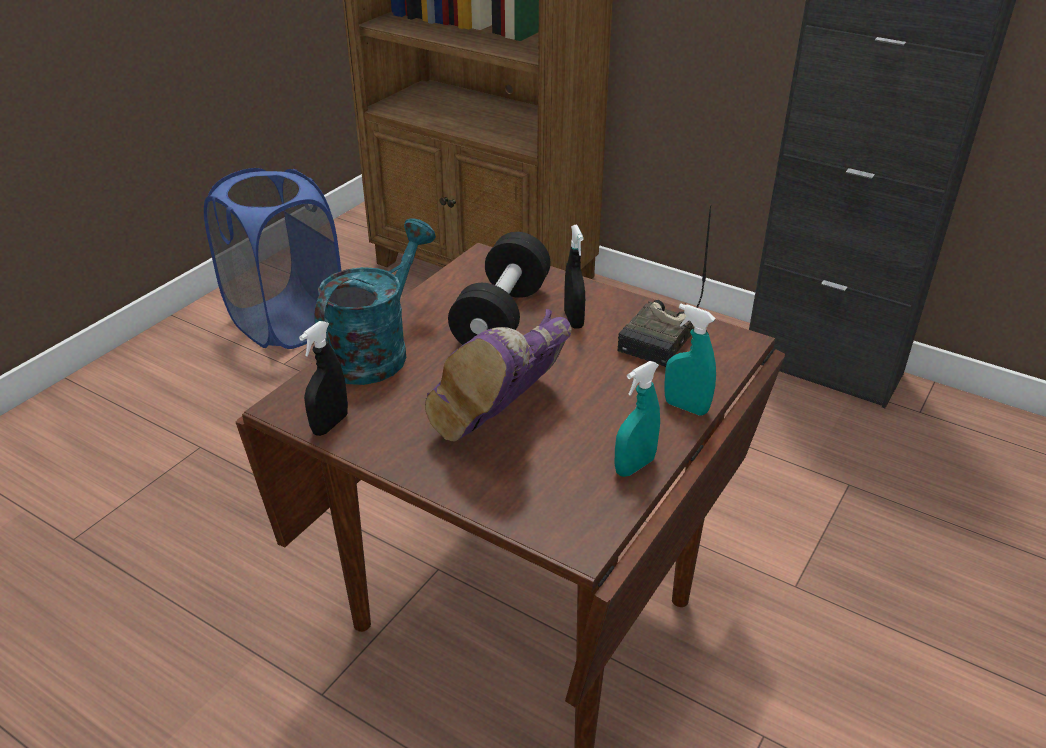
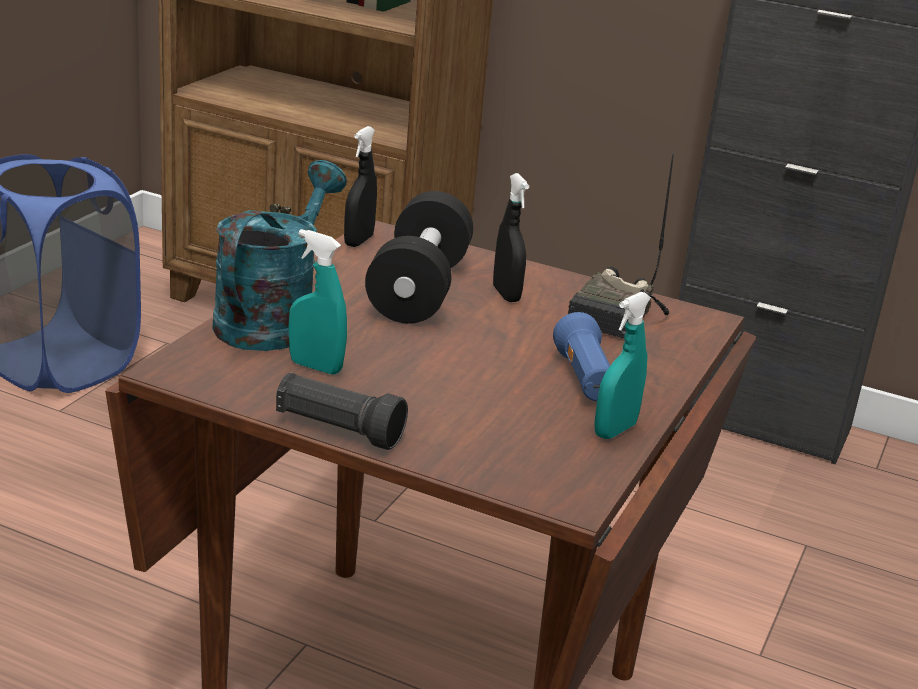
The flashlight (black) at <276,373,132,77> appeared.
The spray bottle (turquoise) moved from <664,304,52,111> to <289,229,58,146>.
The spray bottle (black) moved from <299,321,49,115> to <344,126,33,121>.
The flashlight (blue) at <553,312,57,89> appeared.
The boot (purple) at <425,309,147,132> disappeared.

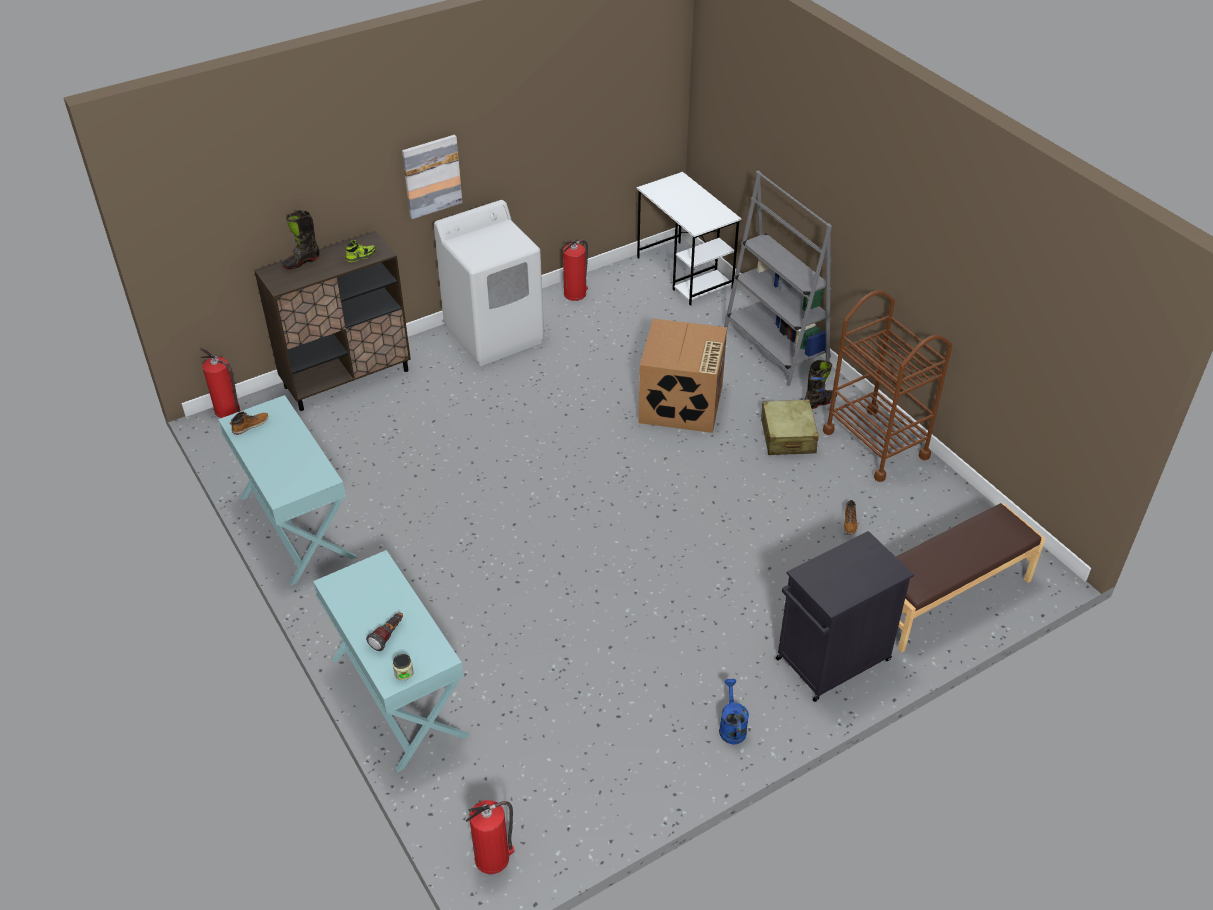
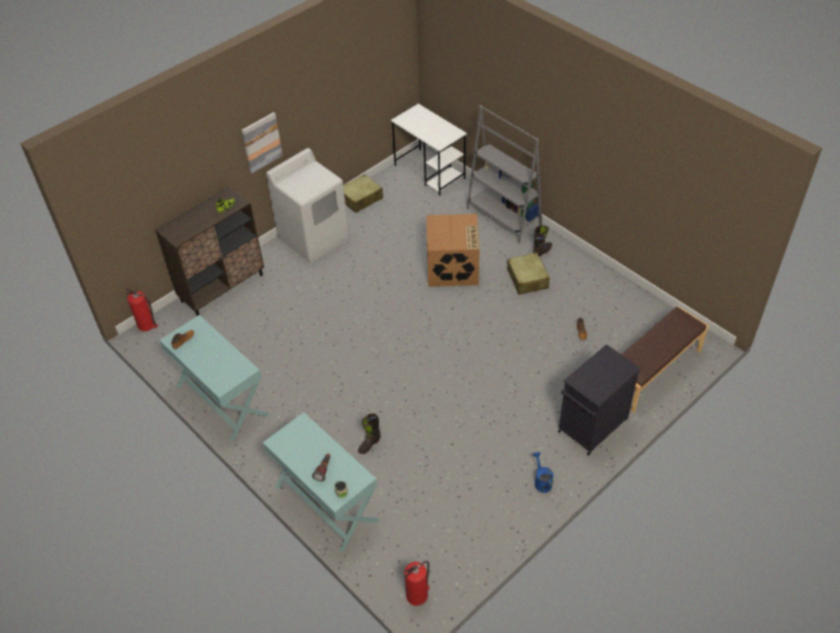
The fire extinguisher at <563,240,25,61> was replaced by the suitcase (beige) at <343,174,40,39>.
The boot (black) moved from <282,210,38,59> to <358,413,22,41>.
The cart (brown) at <823,290,130,192> disappeared.

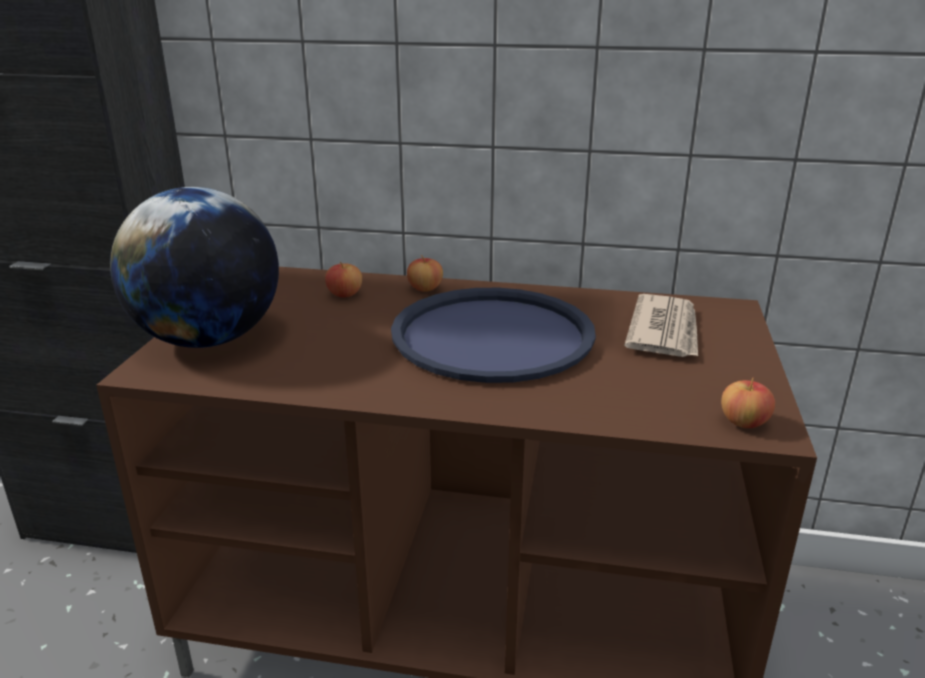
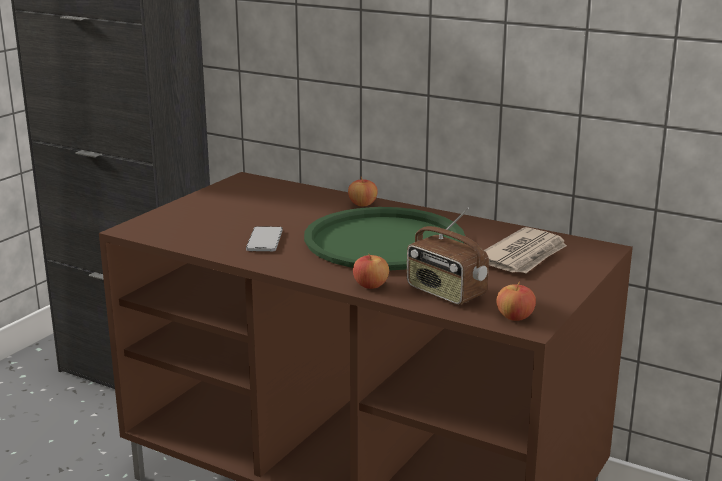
The phone at <246,226,37,25> appeared.
The tray (blue) at <391,288,205,95> became the tray (green) at <304,207,161,64>.
The apple moved from <325,262,37,35> to <353,253,36,36>.
The radio at <407,208,82,97> appeared.
The globe at <110,187,169,161> disappeared.

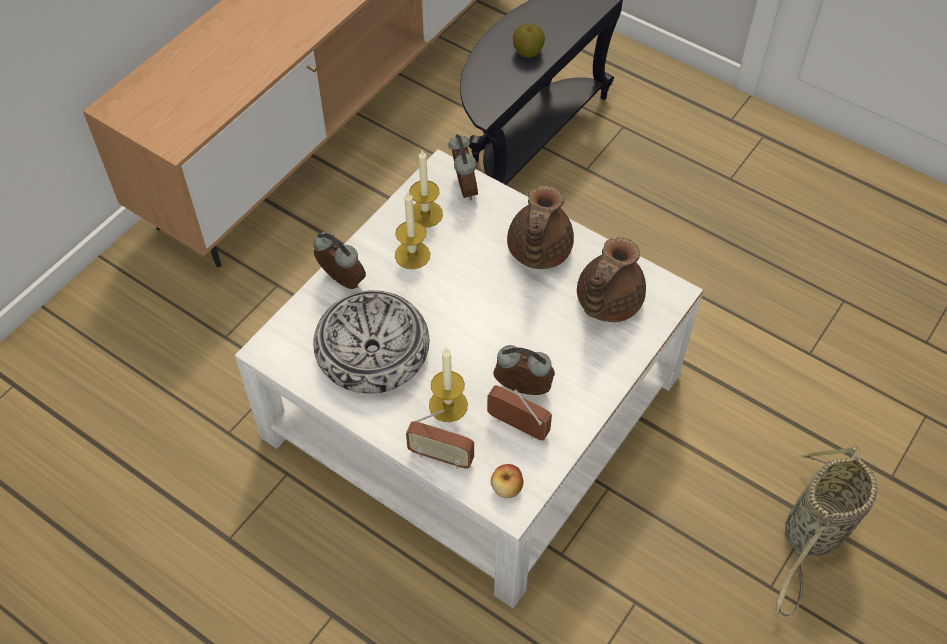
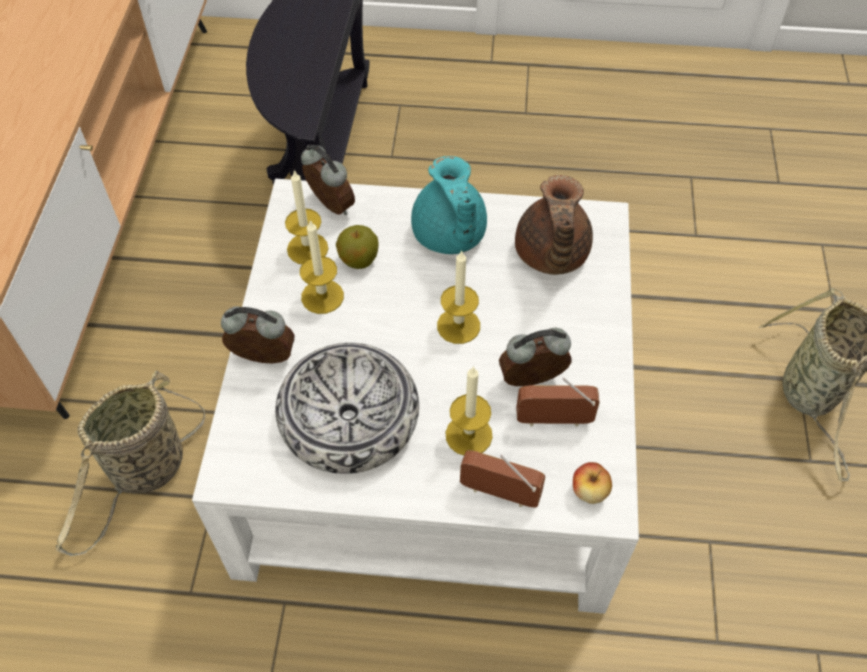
The basket at <56,371,149,185> appeared.
The apple moved from <513,23,32,35> to <336,225,43,44>.
The teapot (brown) at <507,185,67,84> became the teapot (turquoise) at <411,156,76,98>.
The candle at <437,250,43,94> appeared.
The radio at <406,410,68,59> turned 150 degrees counterclockwise.

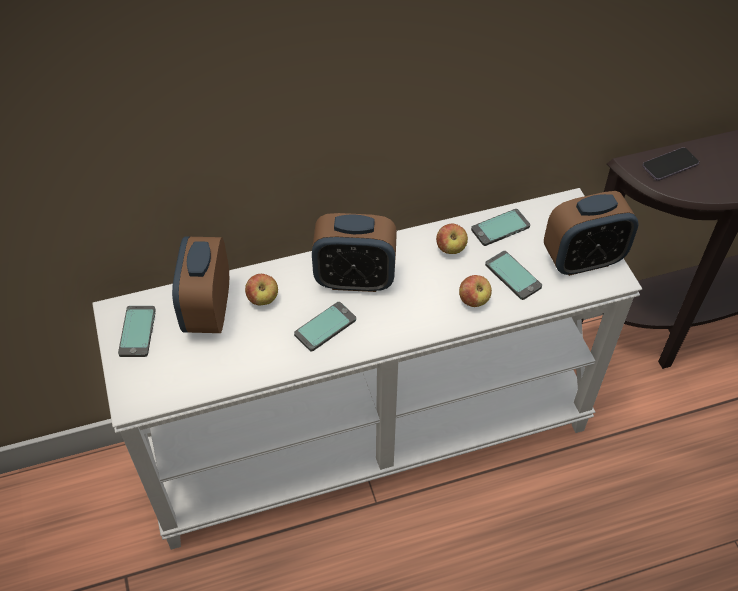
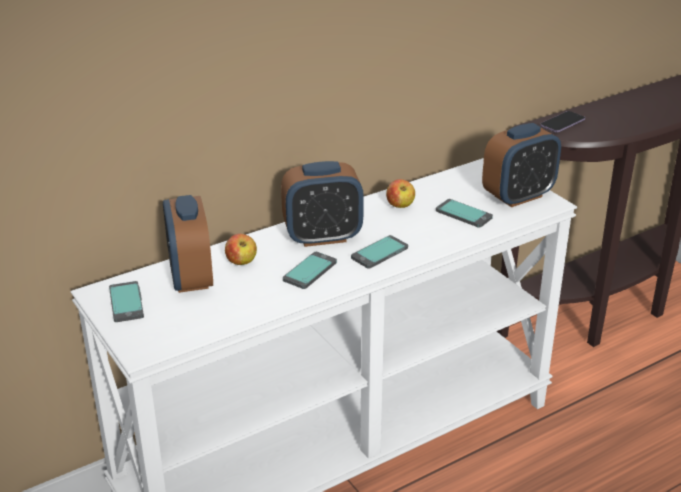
The phone moved from <471,209,59,37> to <351,235,57,34>.
The apple at <459,275,33,32> disappeared.

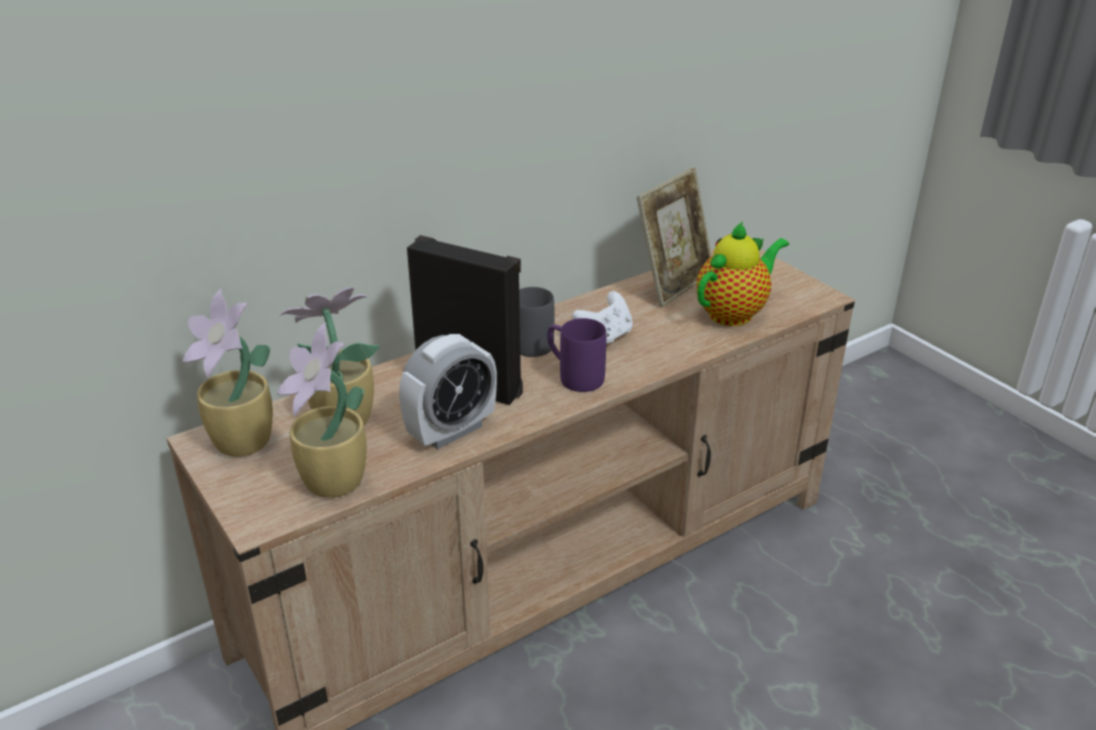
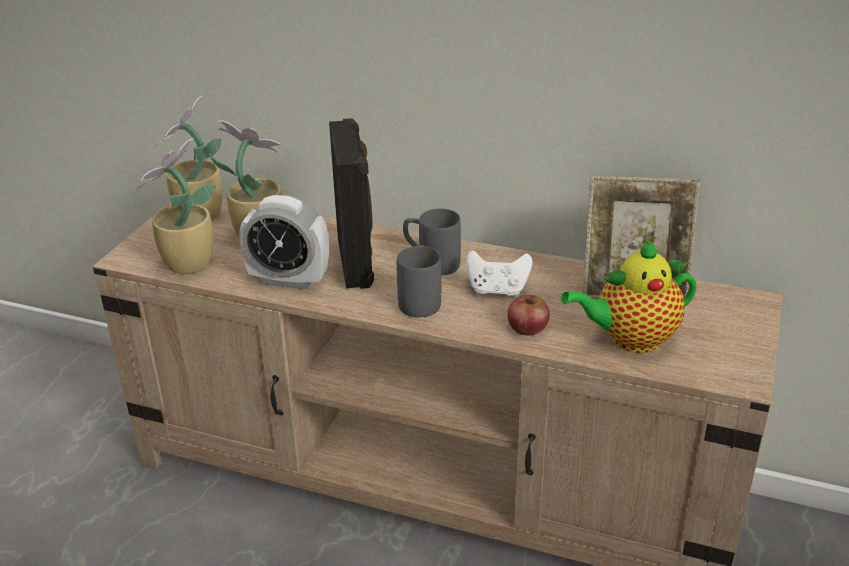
The mug (purple) at <547,318,59,74> became the mug (grey) at <397,245,44,73>.
The apple at <507,295,43,40> appeared.
The teapot at <697,221,92,105> turned 150 degrees clockwise.

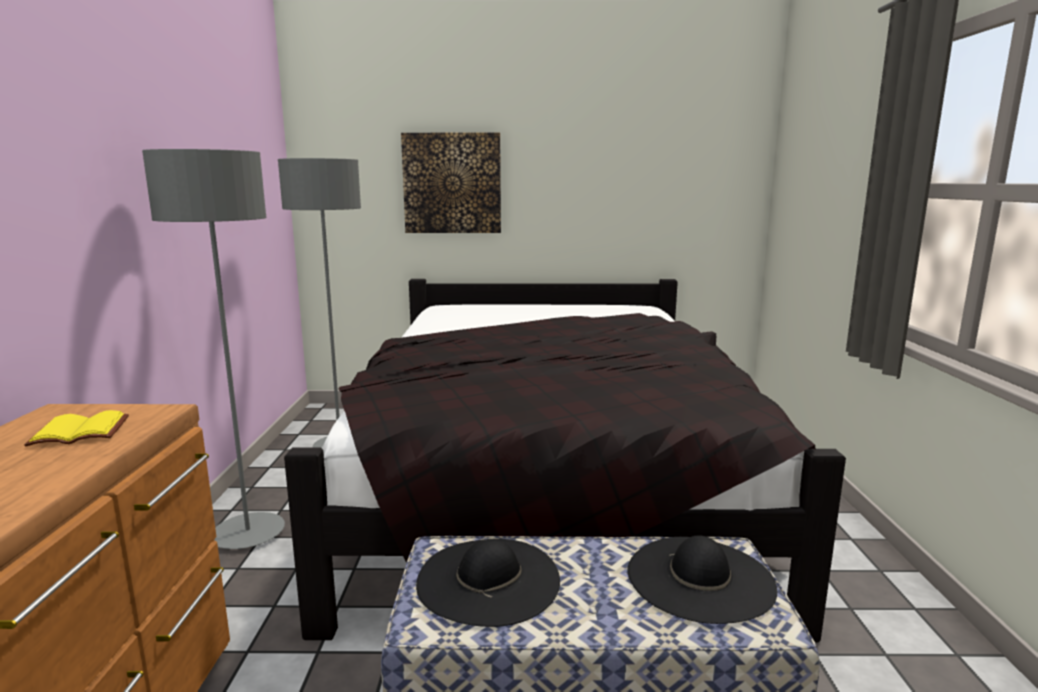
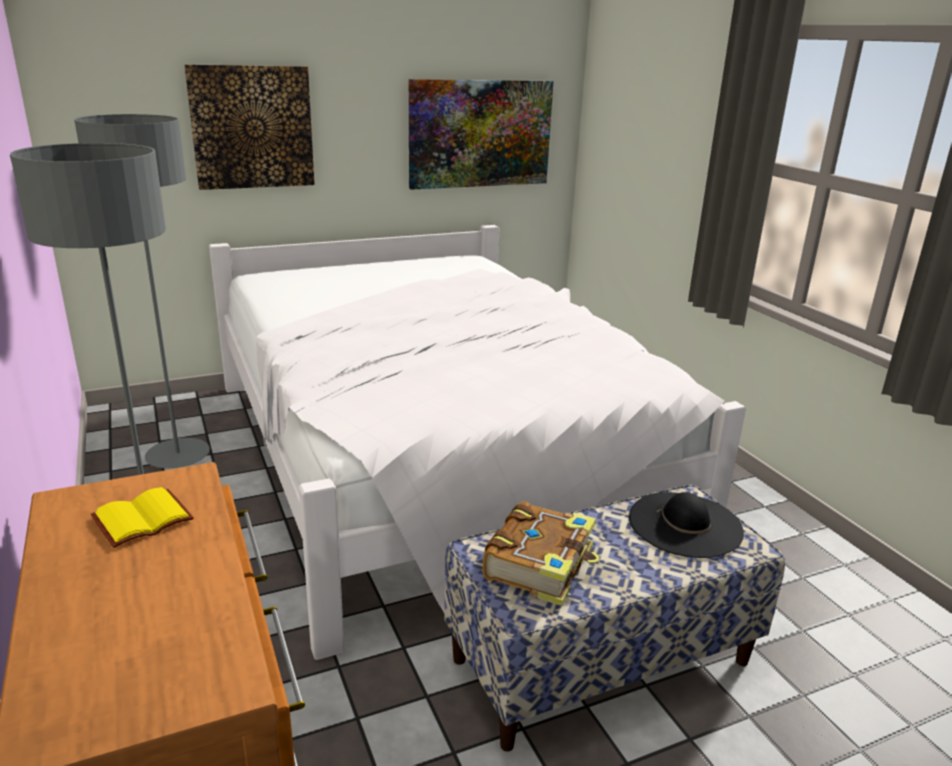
The bed (black) at <284,279,562,363> became the bed (white) at <209,225,537,435>.
The picture at <409,79,145,111> appeared.
The hat (black) at <416,539,144,88> was replaced by the book at <482,501,117,105>.

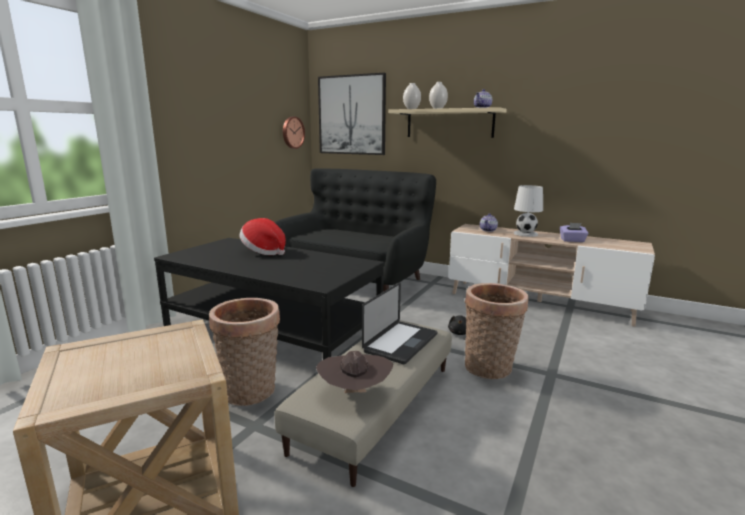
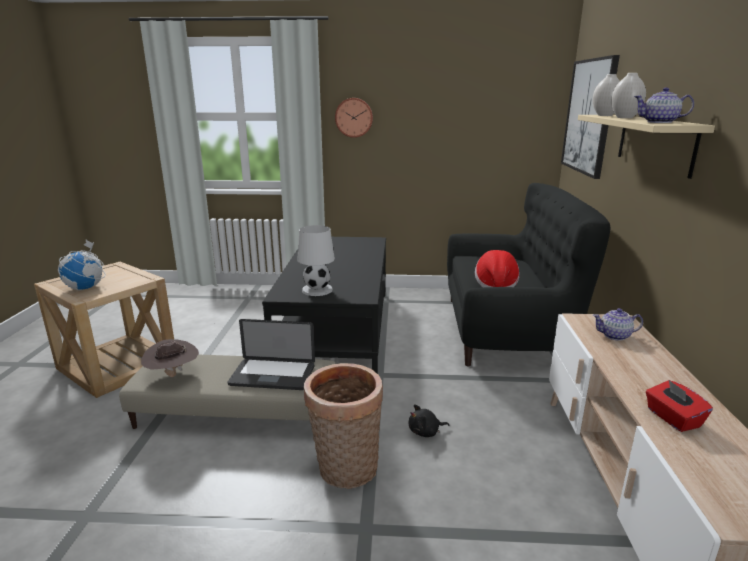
The globe at <58,239,48,51> appeared.
The table lamp (white) moved from <514,185,29,52> to <297,225,38,71>.
The wall clock moved from <283,117,22,32> to <335,98,38,40>.
The hat moved from <240,218,46,37> to <475,250,45,37>.
The tissue box (purple) at <560,223,29,19> became the tissue box (red) at <646,380,67,52>.
The basket at <209,298,71,108> disappeared.

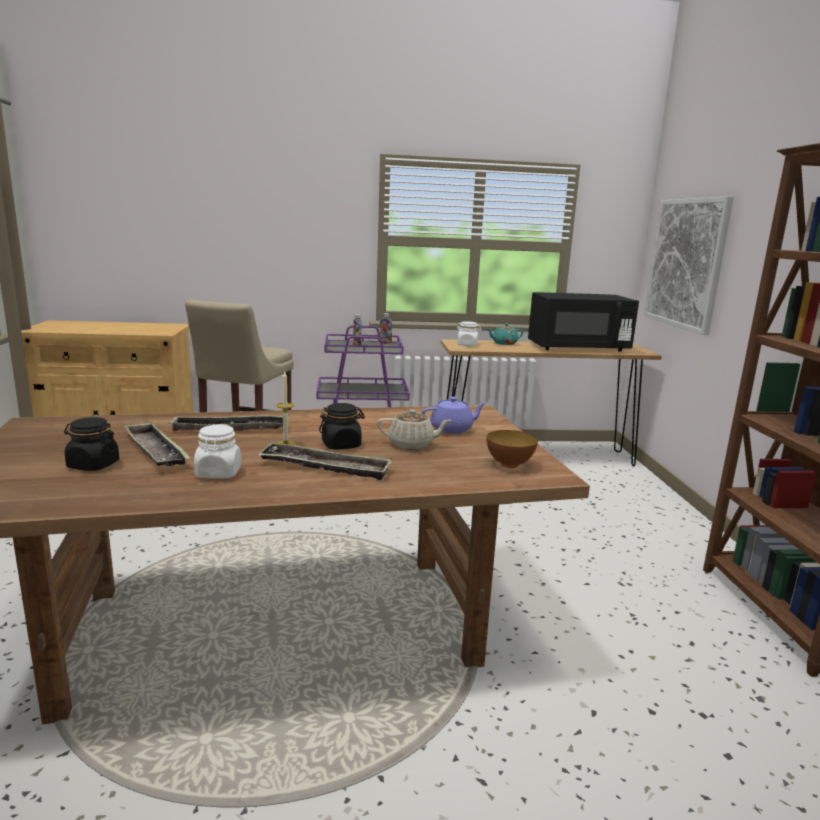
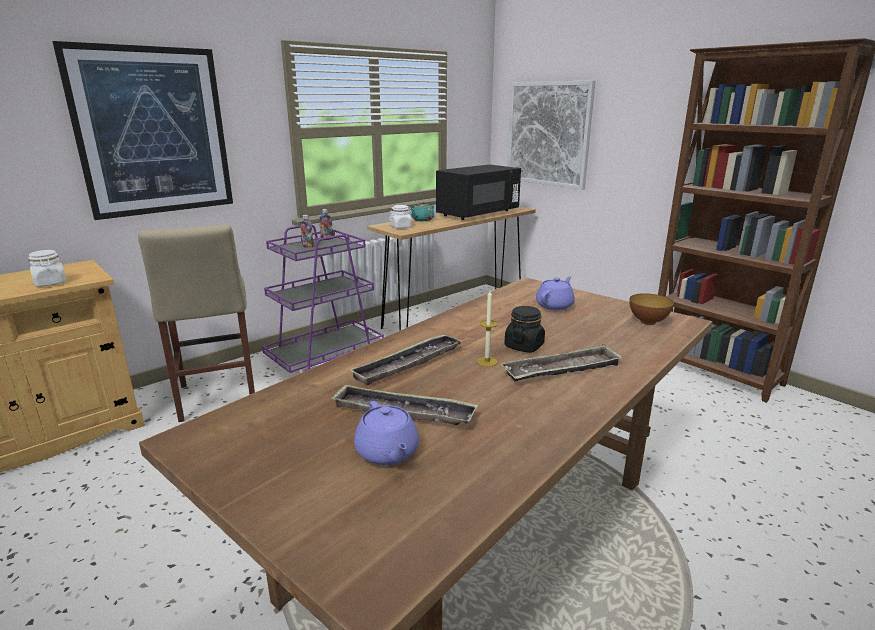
The jar (white) moved from <194,424,47,55> to <29,250,38,37>.
The picture at <52,41,181,179> appeared.
The jar (black) at <64,417,55,54> was replaced by the teapot (purple) at <354,401,65,64>.
The teapot (beige) at <377,409,75,41> disappeared.

